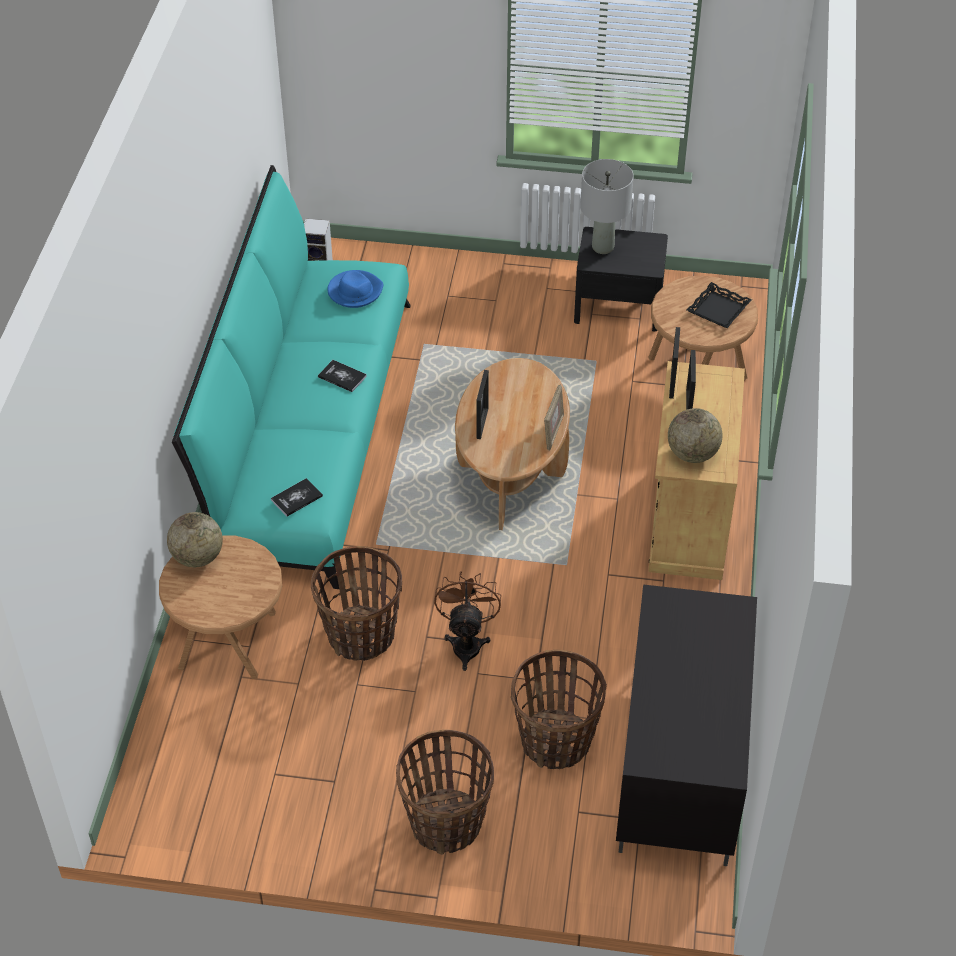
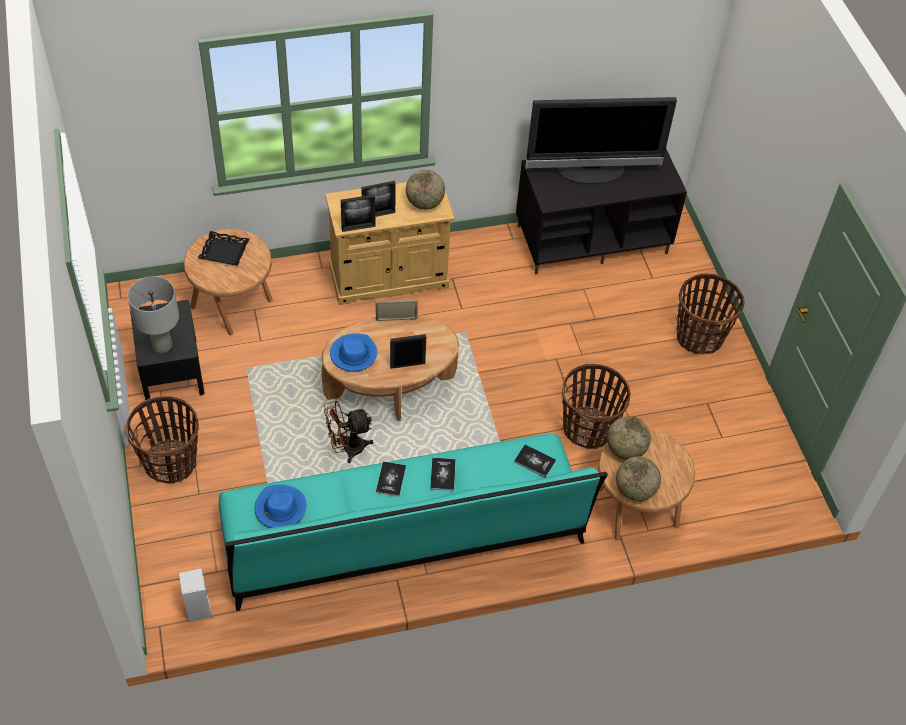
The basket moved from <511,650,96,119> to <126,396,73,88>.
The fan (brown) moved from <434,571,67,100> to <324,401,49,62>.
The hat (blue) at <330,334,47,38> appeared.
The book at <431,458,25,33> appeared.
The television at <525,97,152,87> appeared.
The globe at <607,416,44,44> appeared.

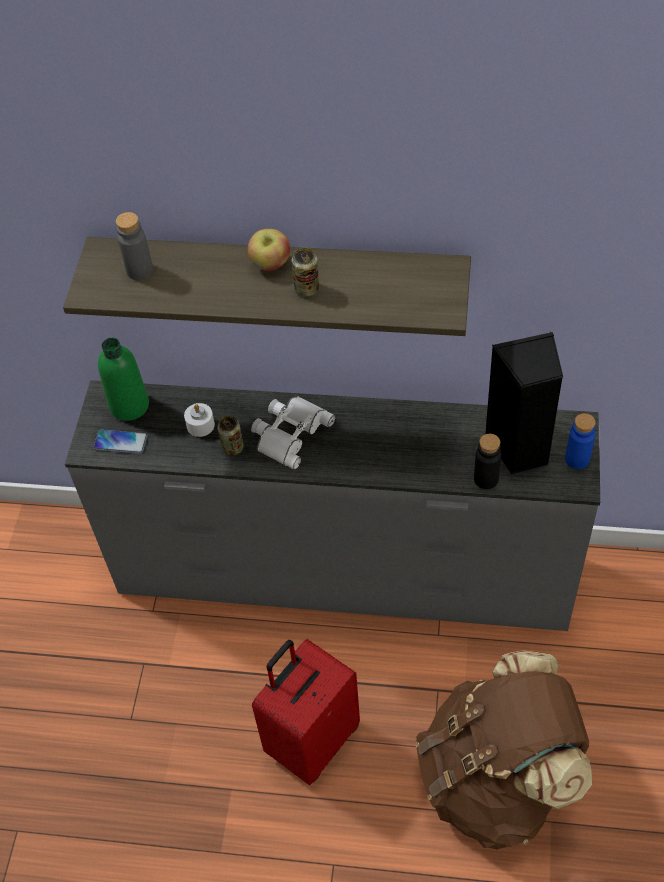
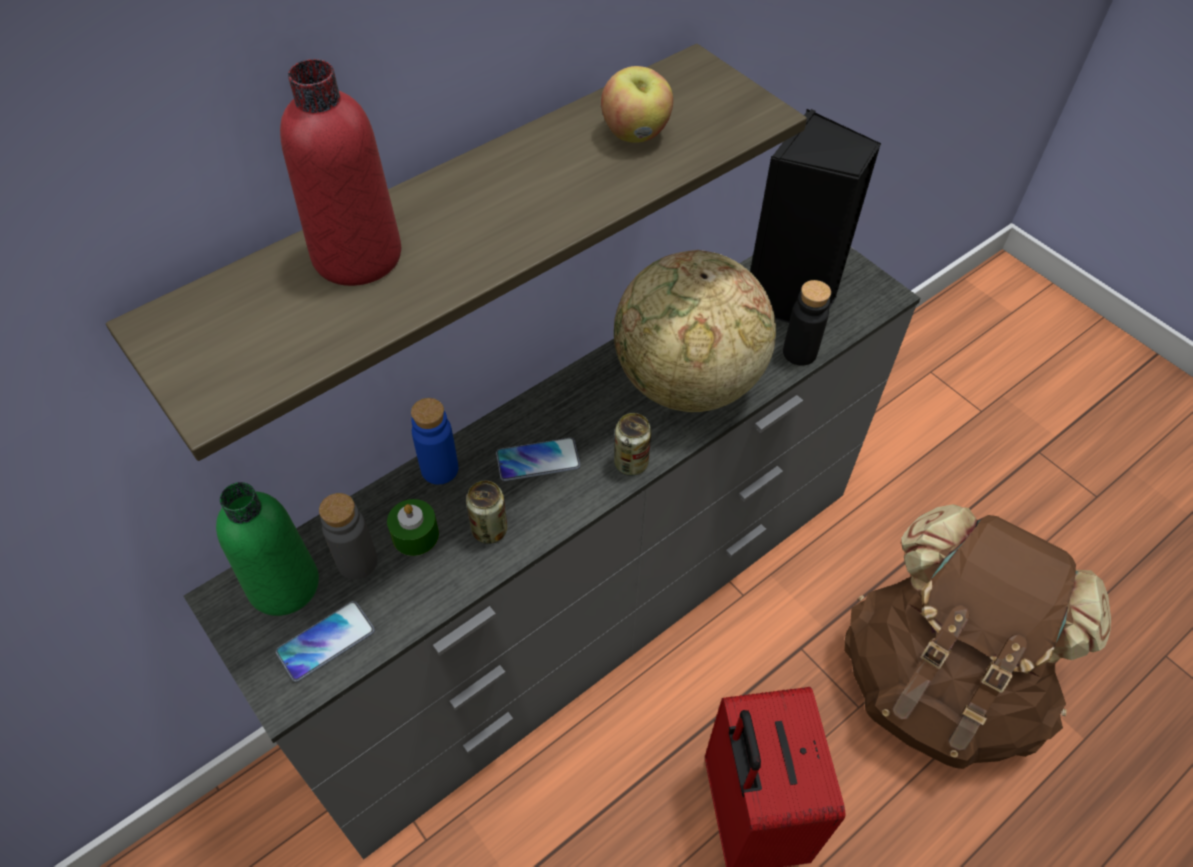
The bottle (red) at <280,59,121,227> appeared.
The bottle (grey) moved from <116,212,37,68> to <319,493,59,87>.
The candle (white) at <184,403,31,34> became the candle (green) at <387,499,52,57>.
The bottle (blue) moved from <565,413,31,56> to <411,398,47,87>.
The binoculars (white) at <251,397,84,73> was replaced by the phone at <496,438,84,43>.
The apple moved from <247,229,43,42> to <601,66,72,77>.
The globe at <614,250,162,162> appeared.
The can moved from <292,248,28,49> to <614,413,37,63>.

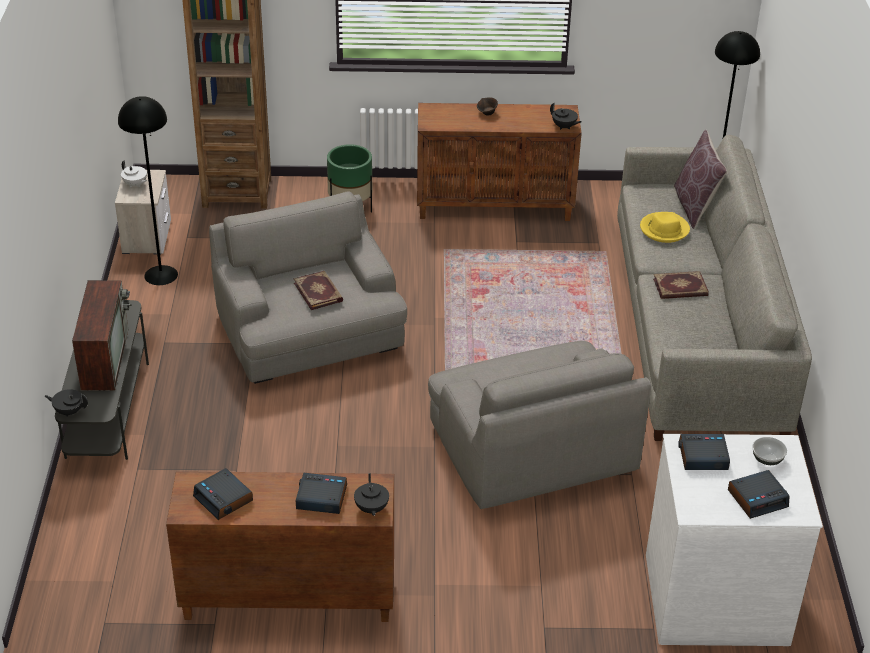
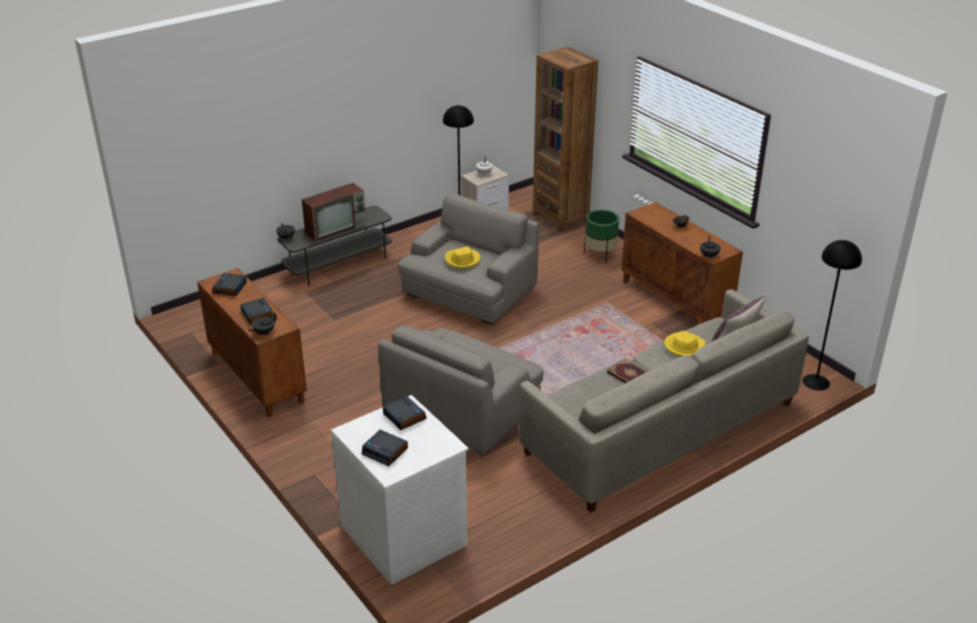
The book at <294,271,49,39> was replaced by the hat (yellow) at <445,247,35,22>.
The bowl at <752,437,35,28> disappeared.

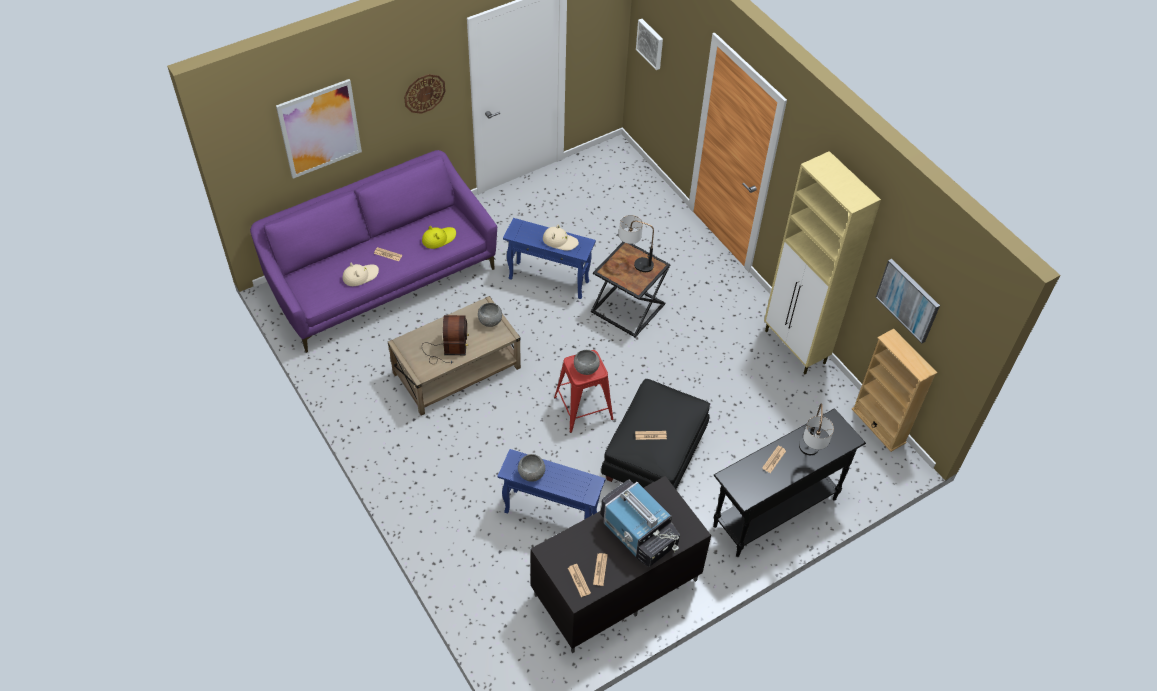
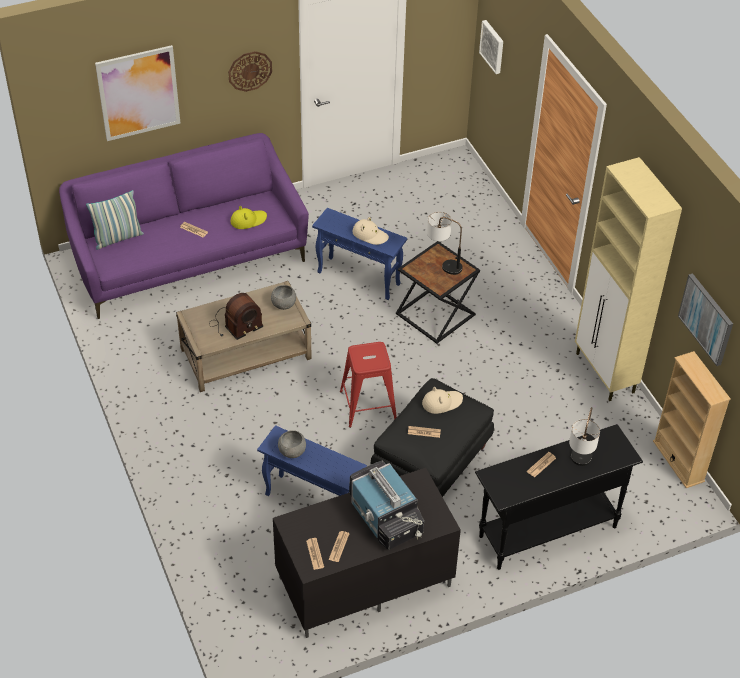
The pillow at <86,190,58,60> appeared.
The radio at <422,315,47,49> turned 45 degrees clockwise.
The hat (beige) moved from <343,263,36,23> to <422,387,41,27>.
The bowl (grey) at <574,350,26,25> disappeared.

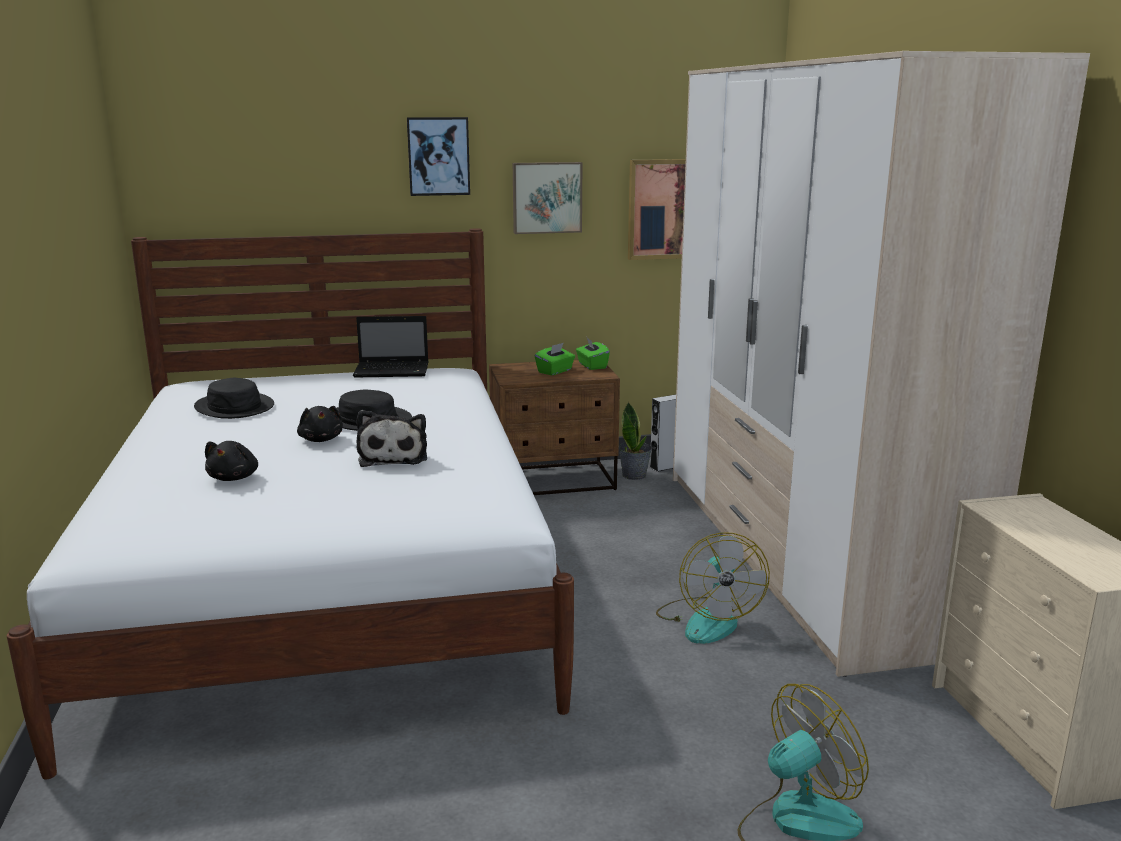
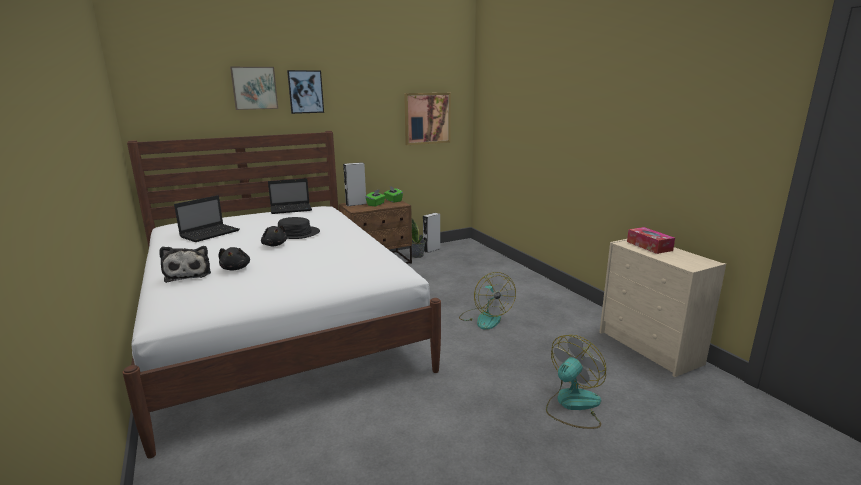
The plush toy moved from <357,410,70,57> to <159,246,52,37>.
The hat (black) at <194,378,80,41> was replaced by the laptop at <174,195,66,47>.
The picture moved from <513,162,69,72> to <230,67,48,43>.
The speaker (grey) at <343,162,23,44> appeared.
The tissue box at <627,227,48,27> appeared.
The wardrobe at <673,51,417,626> disappeared.

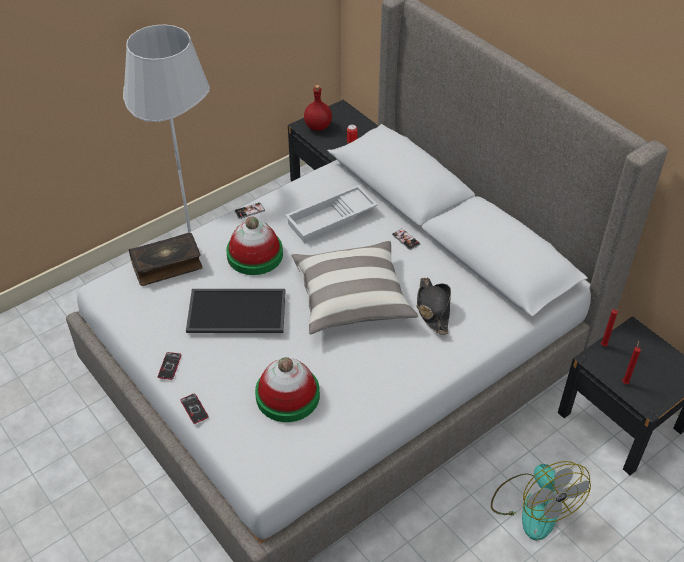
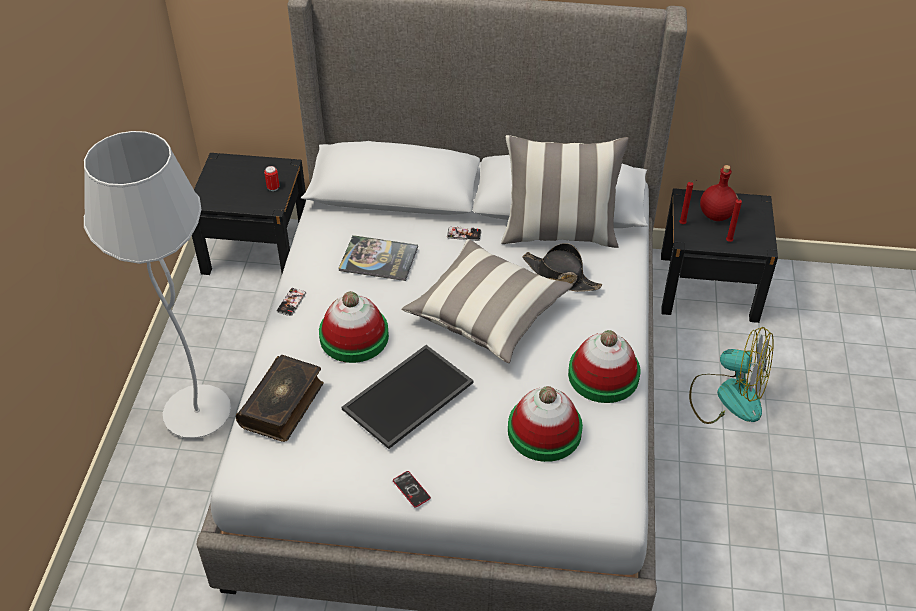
The tray (white) at <285,185,93,58> was replaced by the book at <339,235,79,46>.
The pillow at <501,135,128,113> appeared.
The hat at <568,330,72,73> appeared.
The bottle (red) moved from <304,85,28,46> to <700,165,38,56>.
The phone at <180,393,29,31> disappeared.

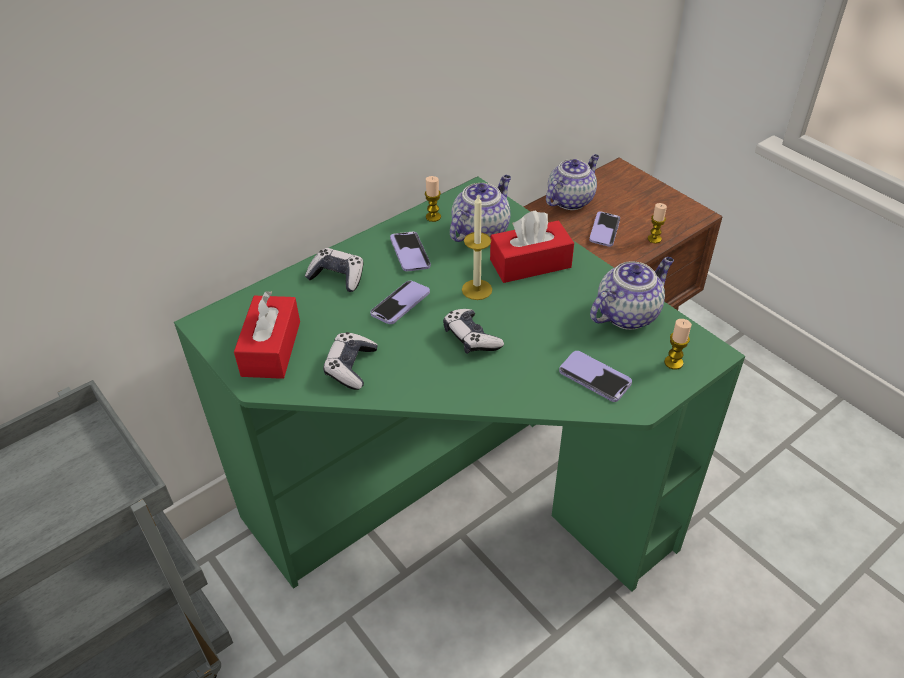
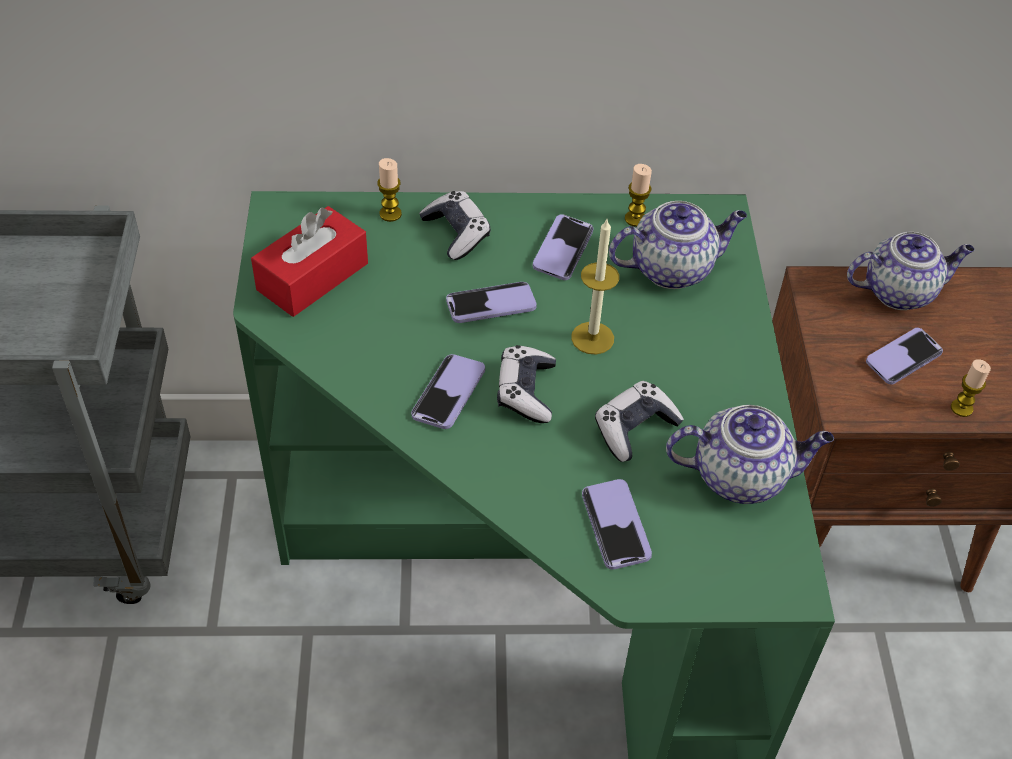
The candle moved from <664,319,28,51> to <377,158,25,64>.
The phone at <411,354,74,75> appeared.
The game controller moved from <323,332,55,58> to <595,381,89,81>.
The tissue box (red) at <490,210,84,73> disappeared.

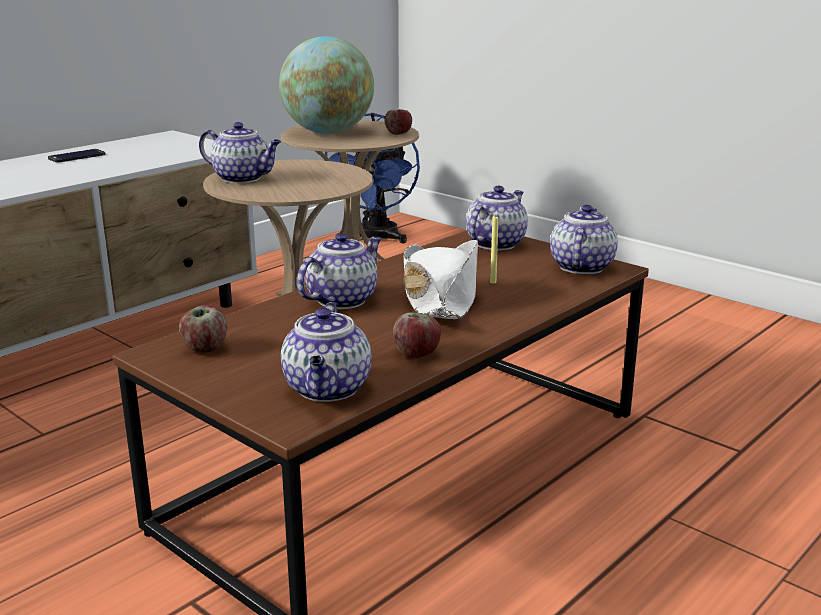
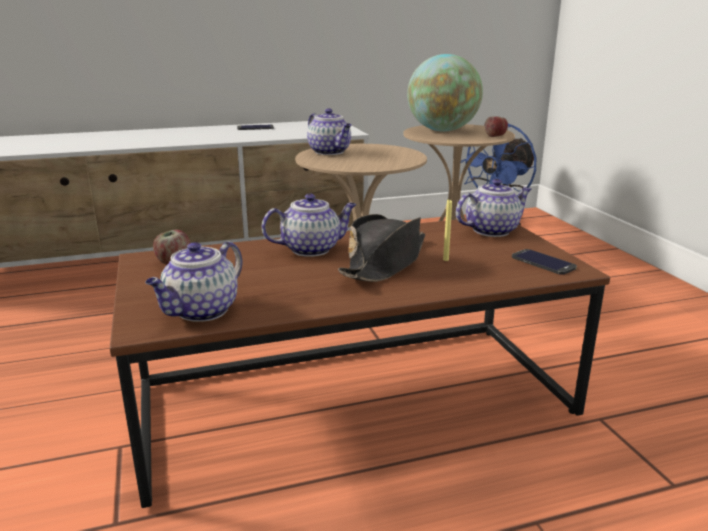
The hat (white) at <402,240,76,79> became the hat (black) at <338,214,87,68>.
The teapot at <550,205,68,69> was replaced by the phone at <512,249,65,26>.
The apple at <393,312,48,46> disappeared.

